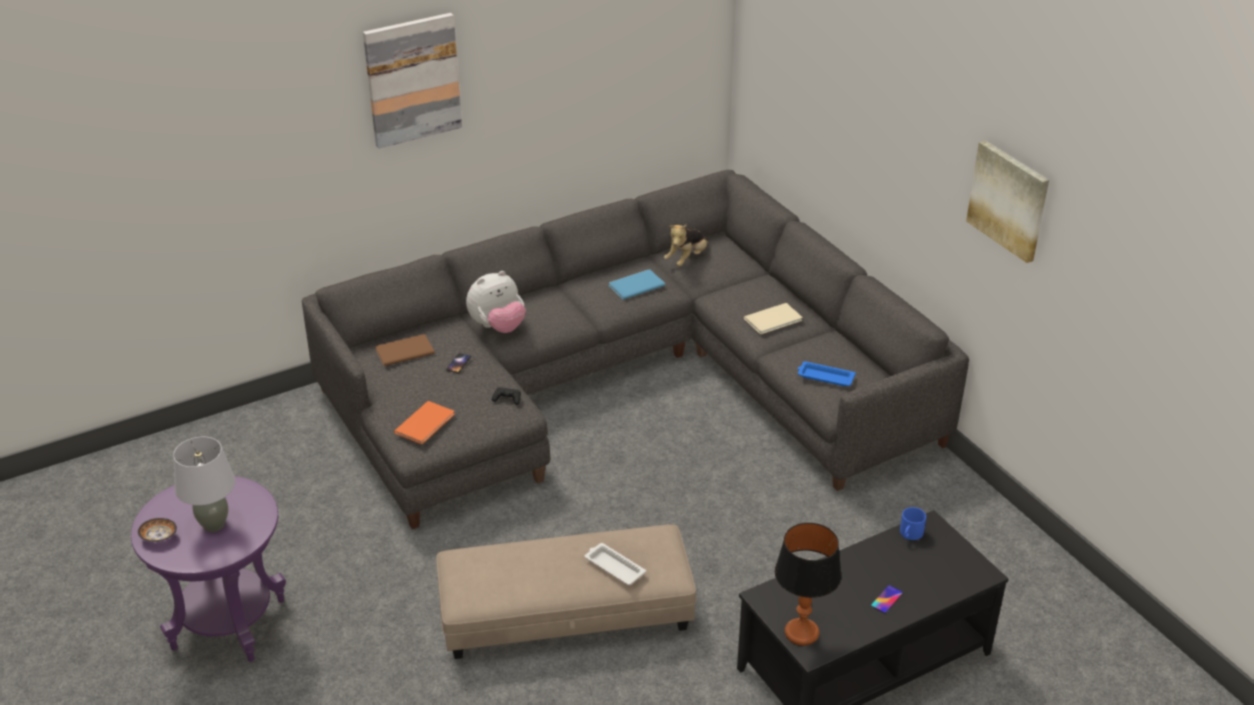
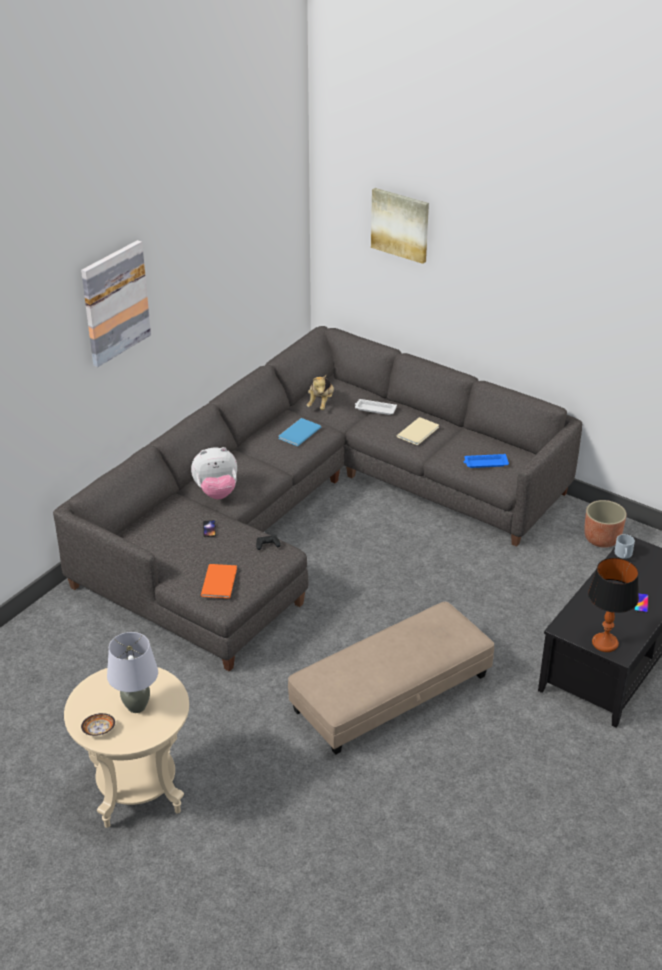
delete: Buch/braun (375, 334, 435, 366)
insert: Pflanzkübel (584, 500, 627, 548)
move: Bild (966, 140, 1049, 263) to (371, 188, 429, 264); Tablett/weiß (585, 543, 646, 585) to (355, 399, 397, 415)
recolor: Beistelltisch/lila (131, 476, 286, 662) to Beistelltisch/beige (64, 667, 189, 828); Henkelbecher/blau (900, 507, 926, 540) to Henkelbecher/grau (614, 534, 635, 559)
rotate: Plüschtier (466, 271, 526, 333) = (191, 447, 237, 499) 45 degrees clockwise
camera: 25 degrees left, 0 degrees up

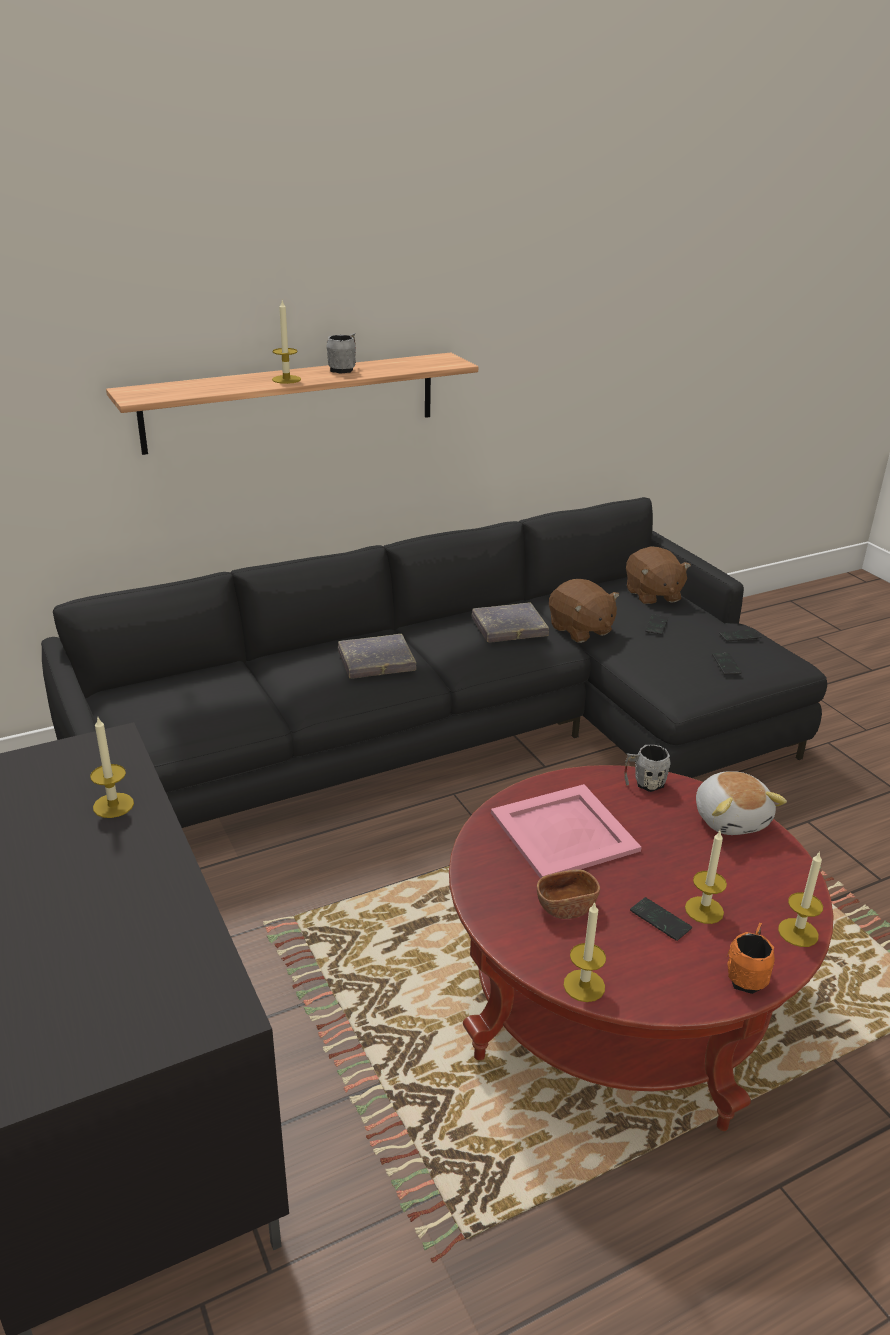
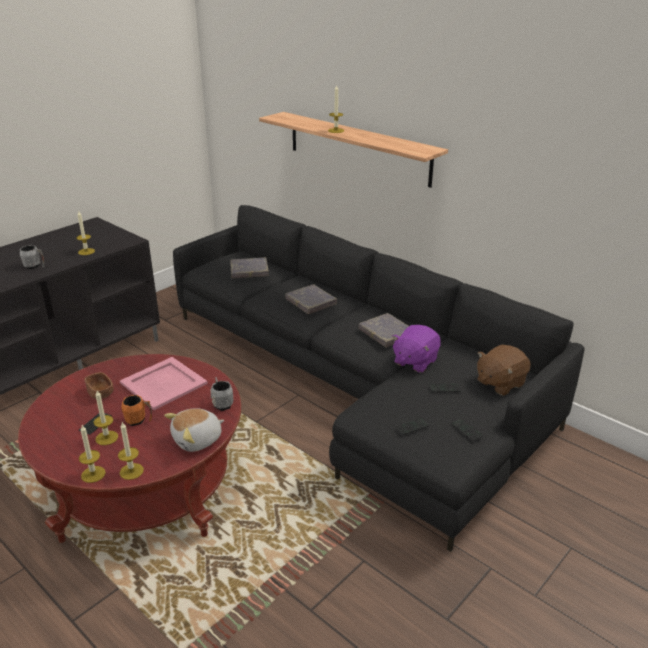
insert: Buch/grau (230, 257, 269, 278)
move: Henkelbecher/grau (326, 333, 356, 373) to (20, 245, 44, 269); Kerze (563, 902, 606, 1002) to (118, 422, 144, 480); Henkelbecher/orange (726, 923, 775, 994) to (121, 395, 152, 426)
recolor: Plüschtier/braun (549, 579, 620, 643) to Plüschtier/lila (392, 325, 441, 373)
camera: 70 degrees right, 0 degrees up

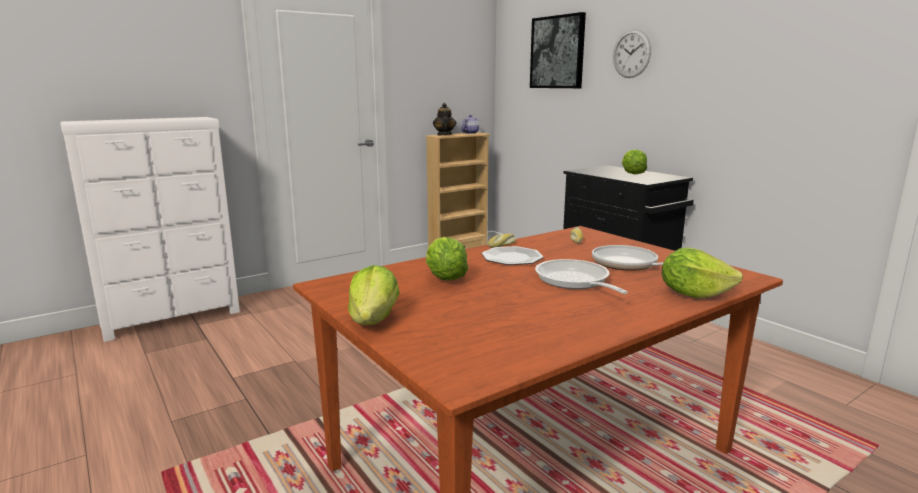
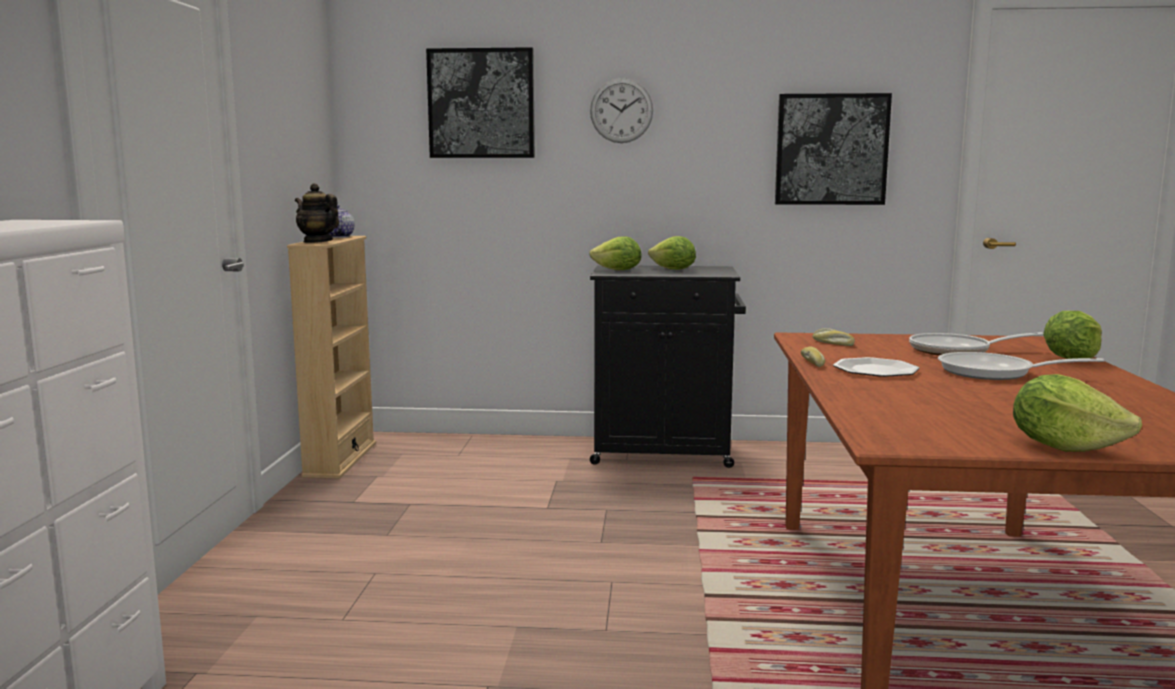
insert: Bild (775, 93, 892, 205)
move: Salatkopf (426, 237, 468, 281) to (590, 236, 641, 270)
camera: 50 degrees left, 5 degrees down

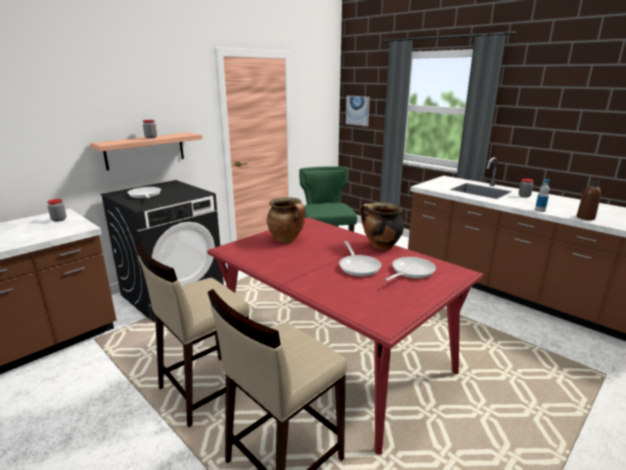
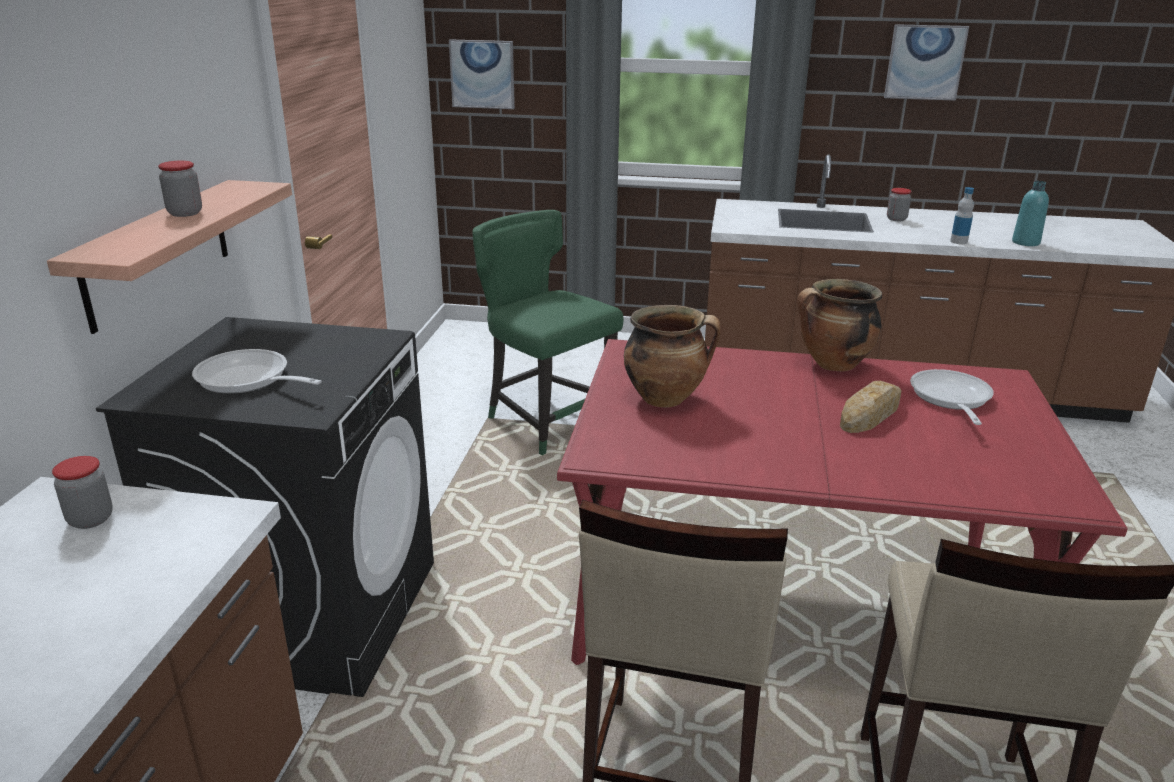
insert: Bild (884, 24, 969, 101)
replace: Pfanne (339, 241, 382, 276) to Brot (840, 381, 902, 433)
recolor: Flasche/braun (577, 180, 601, 220) to Flasche/türkis (1012, 181, 1049, 246)
camera: 35 degrees left, 5 degrees up

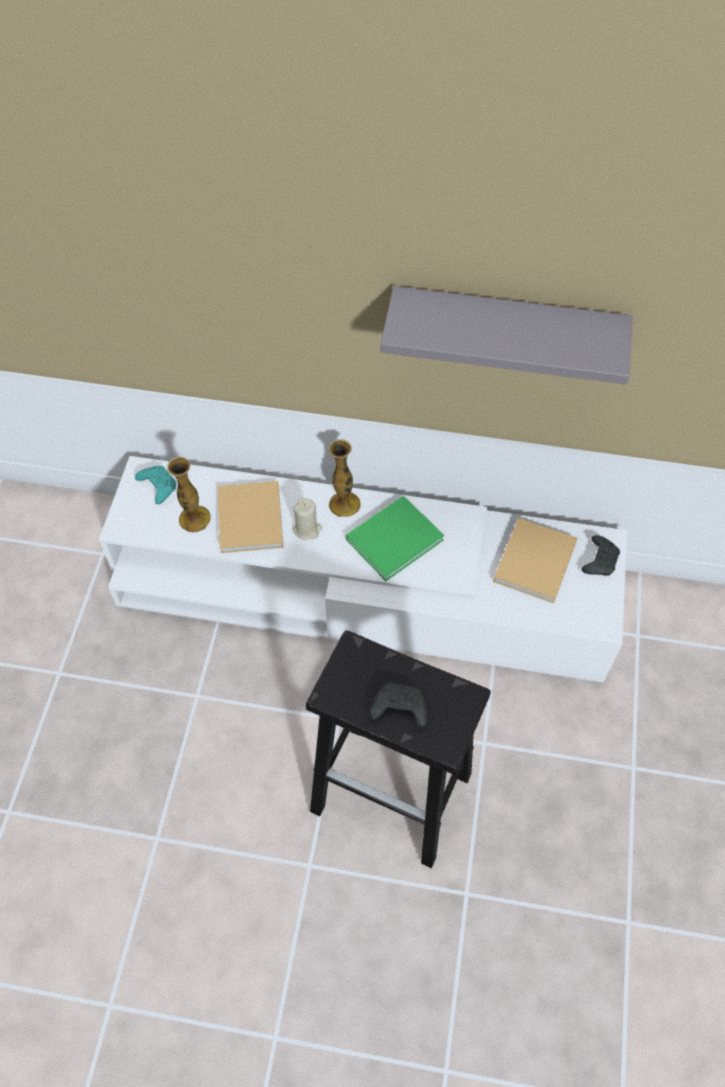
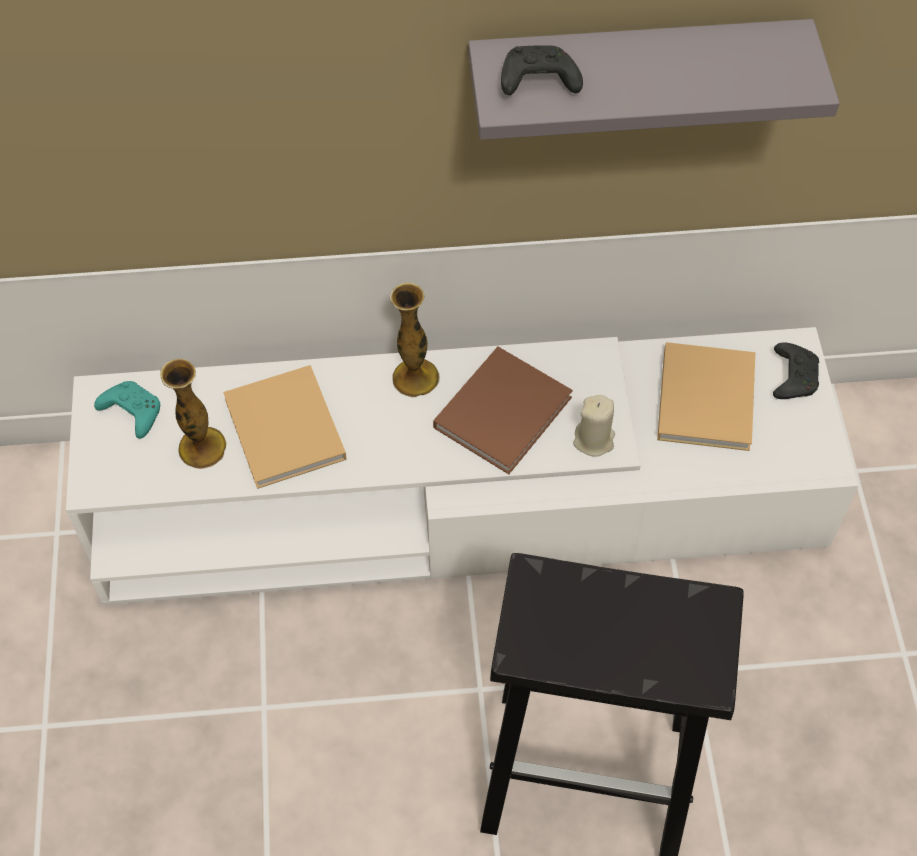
move: Kerze/beige (292, 499, 322, 540) to (573, 395, 615, 457); Gamepad/schwarz (370, 683, 427, 727) to (501, 45, 583, 95)
recolor: Buch/grün (346, 496, 444, 581) to Buch/braun (433, 347, 573, 474)
camera: 15 degrees left, 0 degrees up

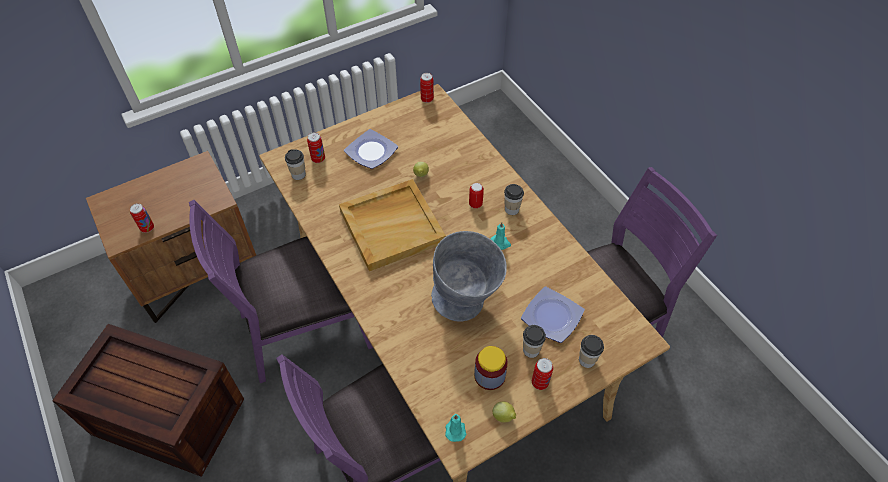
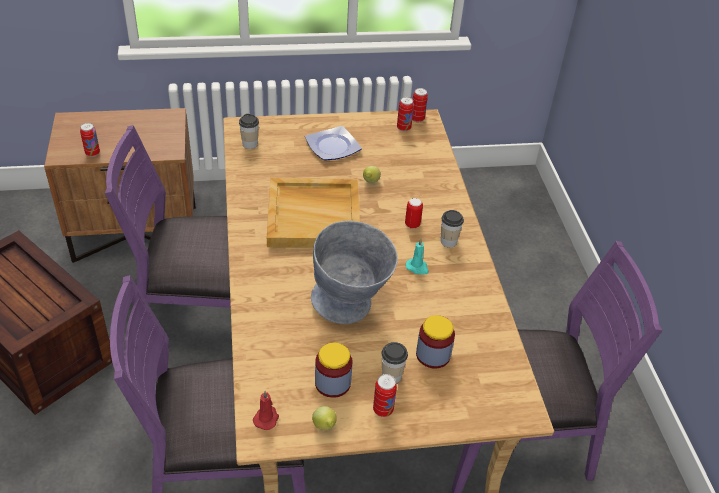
delete: Tasse (579, 335, 604, 368)
move: Dose (307, 132, 325, 163) to (397, 97, 414, 132)
replace: Teller (521, 286, 585, 343) to Vorratsglas (416, 315, 455, 368)
recolor: Kerze/türkis (445, 414, 467, 442) to Kerze/rot (253, 391, 279, 430)
camera: 20 degrees right, 10 degrees down

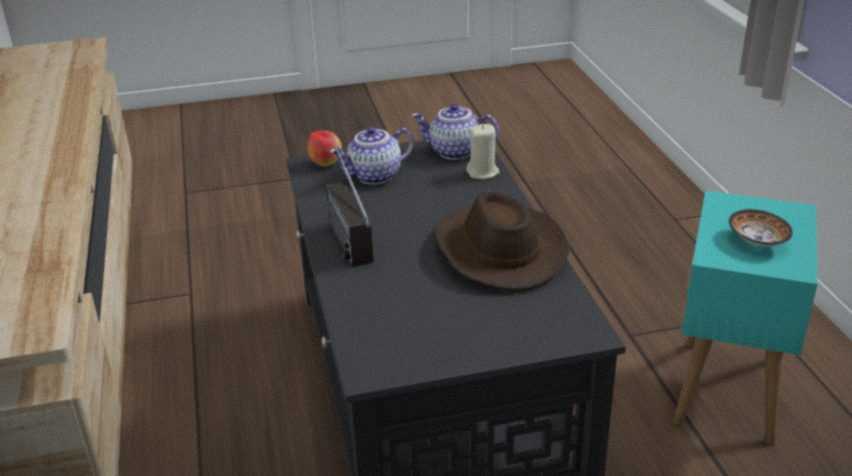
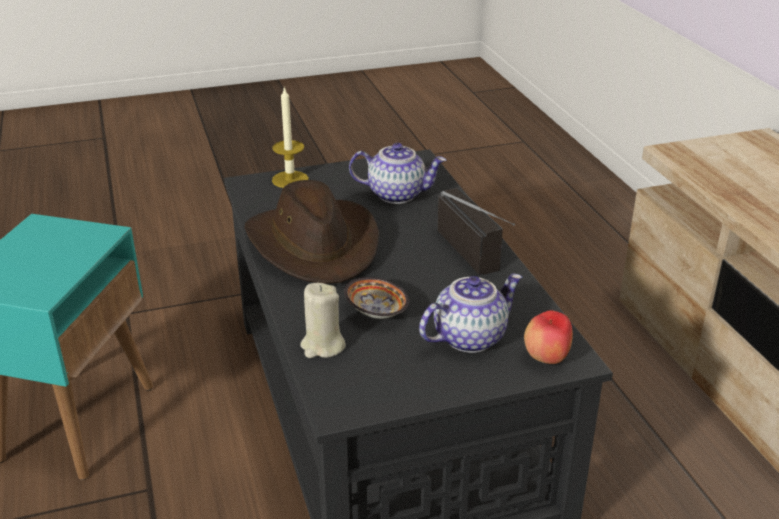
insert: Kerze (272, 86, 309, 188)
move: Teekanne (412, 104, 499, 160) to (349, 143, 446, 204); Schüssel (729, 209, 793, 247) to (344, 277, 409, 319)
camera: 175 degrees right, 0 degrees up

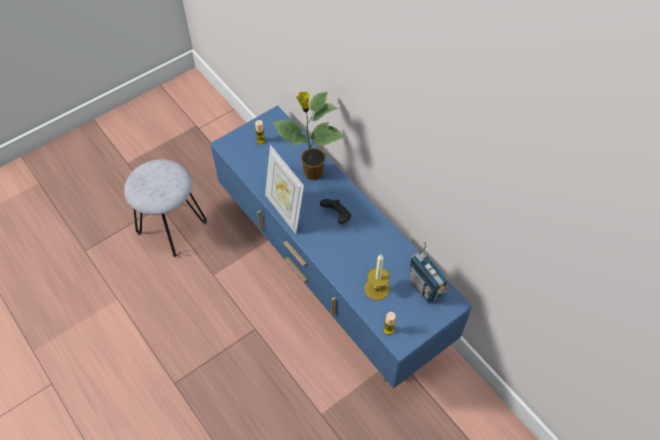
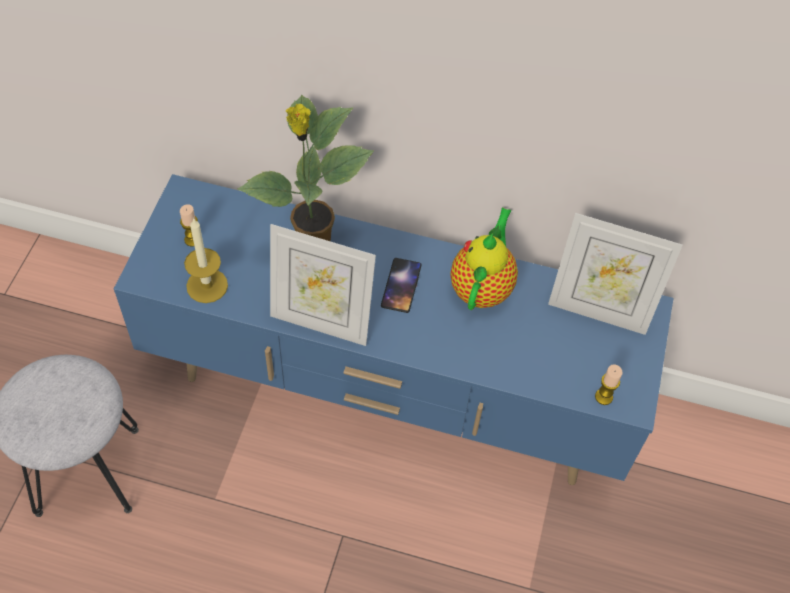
insert: Teekanne (451, 207, 518, 310)
move: Kerze (364, 255, 389, 300) to (184, 218, 228, 303)
replace: Gamepad/schwarz (320, 199, 351, 224) to Handy (381, 258, 422, 313); Radio (409, 241, 449, 303) to Bilderrahmen (548, 213, 683, 335)
camera: 40 degrees left, 0 degrees up

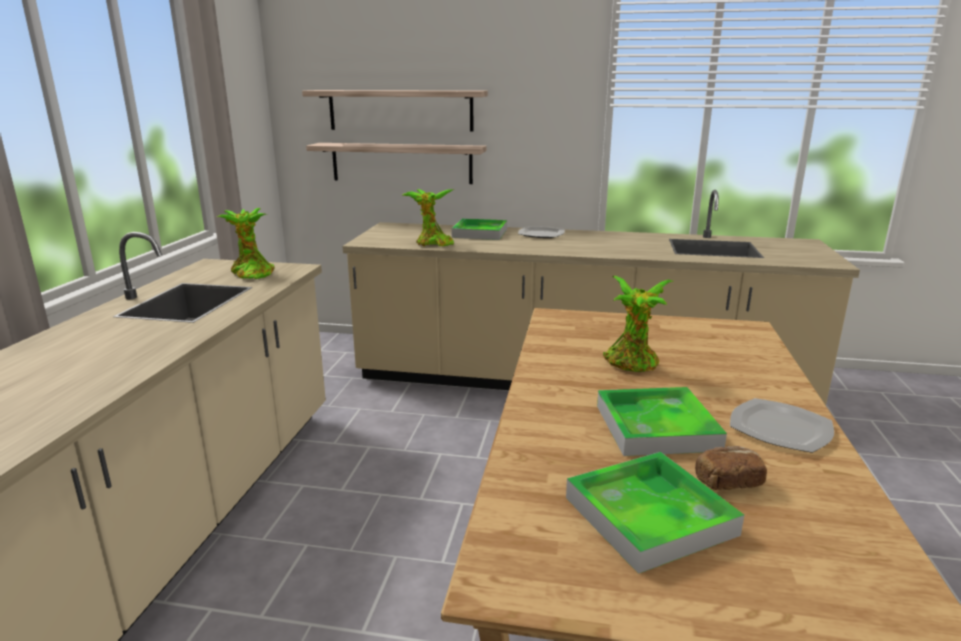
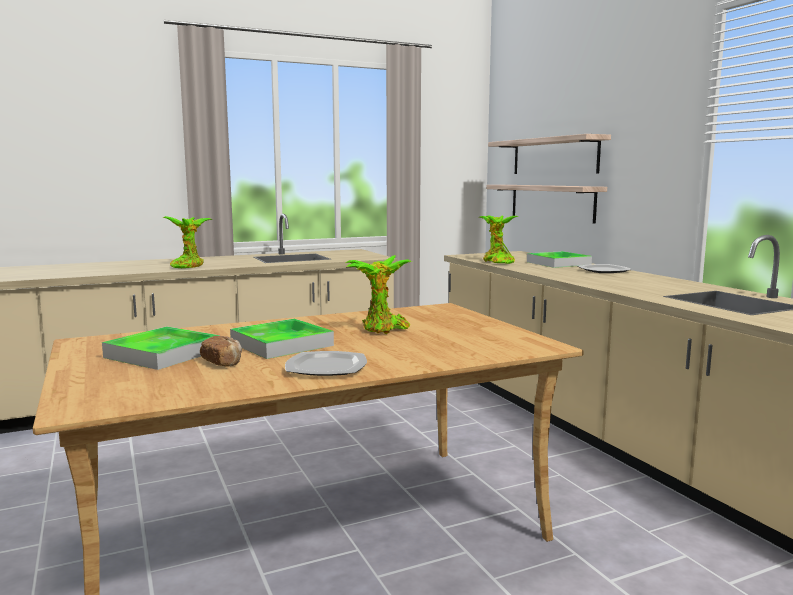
move: Topfpflanze (217, 208, 275, 279) to (162, 216, 213, 268)
camera: 55 degrees right, 10 degrees down

